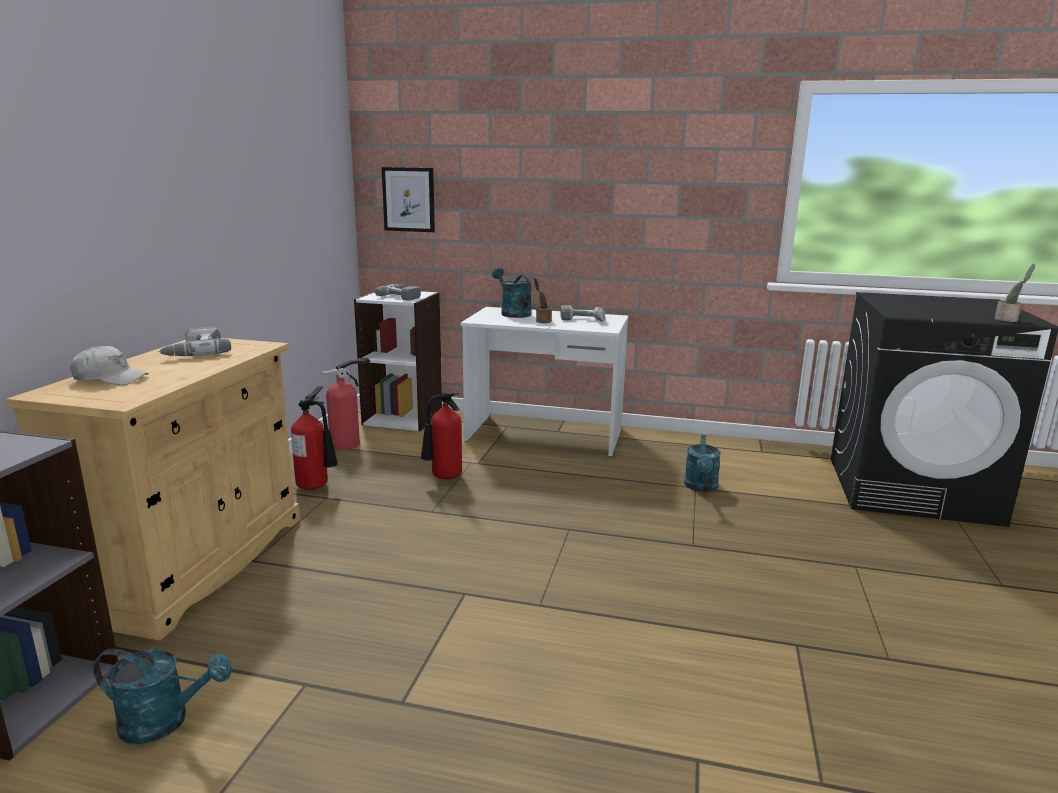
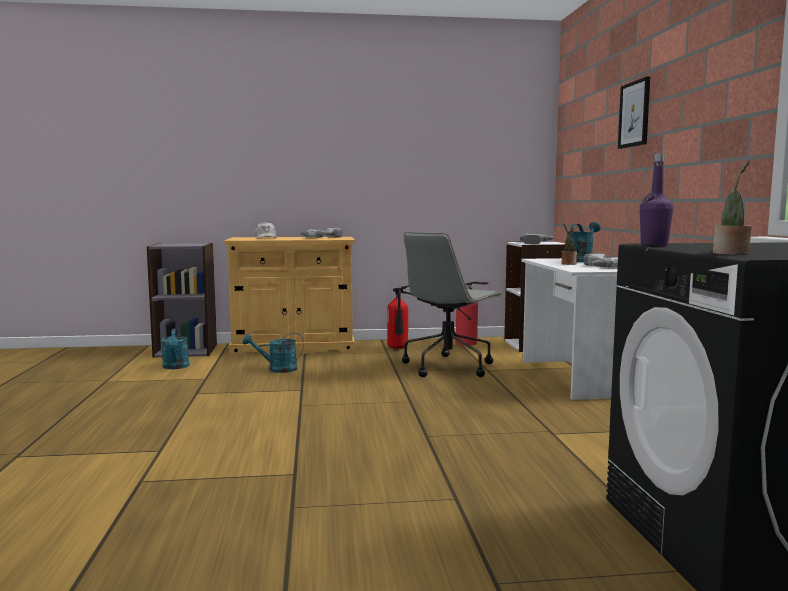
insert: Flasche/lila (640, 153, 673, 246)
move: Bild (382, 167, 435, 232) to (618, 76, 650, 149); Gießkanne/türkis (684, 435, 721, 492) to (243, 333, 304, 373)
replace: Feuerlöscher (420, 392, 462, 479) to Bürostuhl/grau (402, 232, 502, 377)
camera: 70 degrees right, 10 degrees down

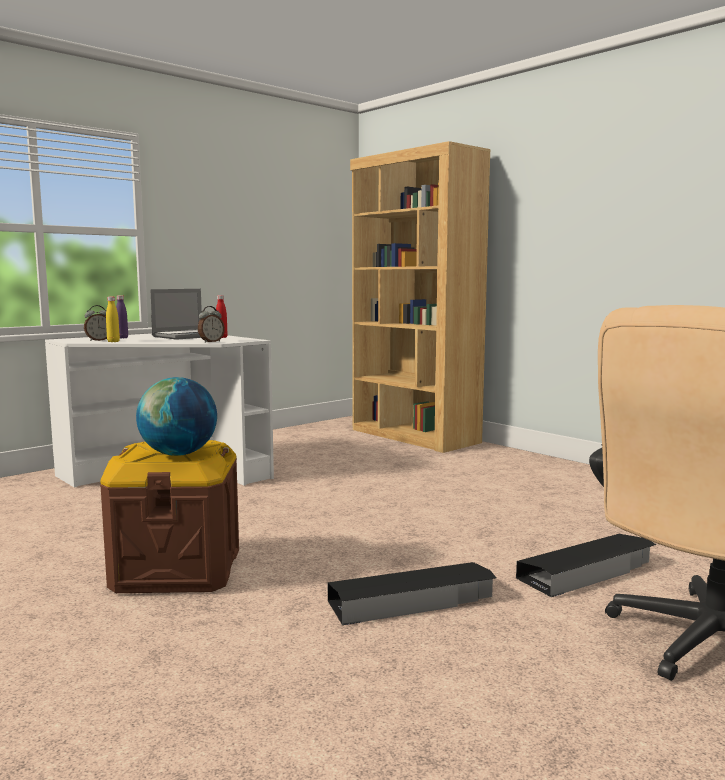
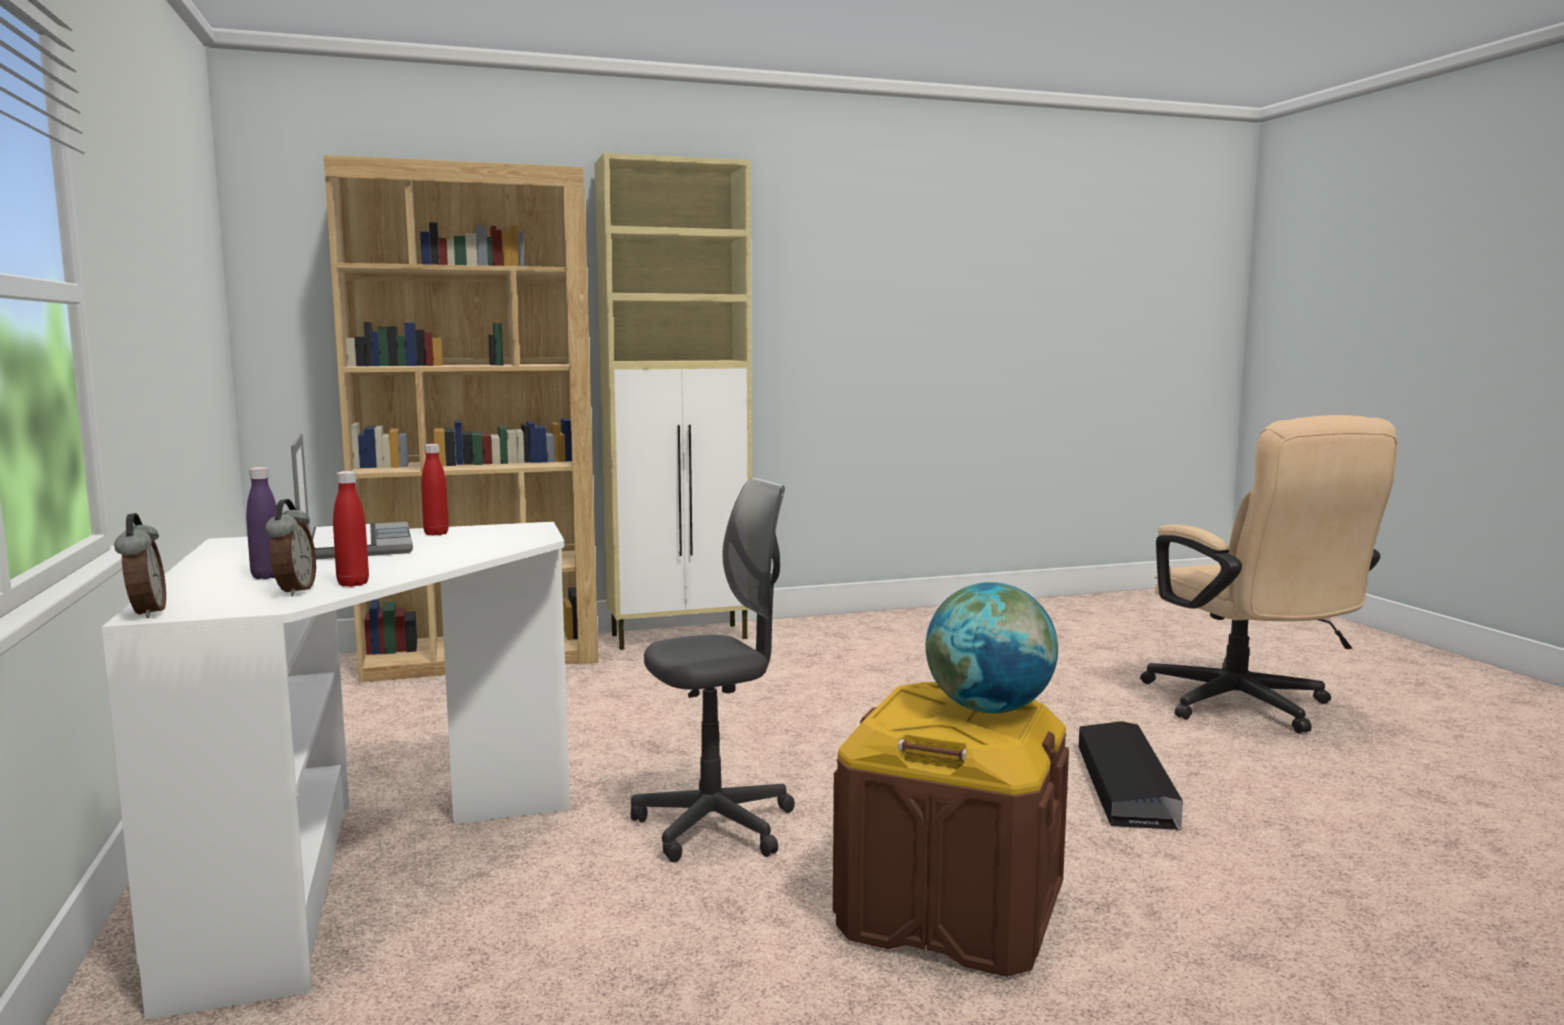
delete: Aufbewahrungsbox/schwarz (516, 534, 657, 597)
insert: Schrank/beige (594, 153, 752, 650); Bürostuhl/grau (631, 478, 795, 862)
move: Wecker (198, 306, 225, 343) to (114, 513, 166, 618)
recolor: Flasche/gelb (106, 297, 120, 342) to Flasche/rot (333, 471, 369, 587)
camera: 65 degrees left, 0 degrees up

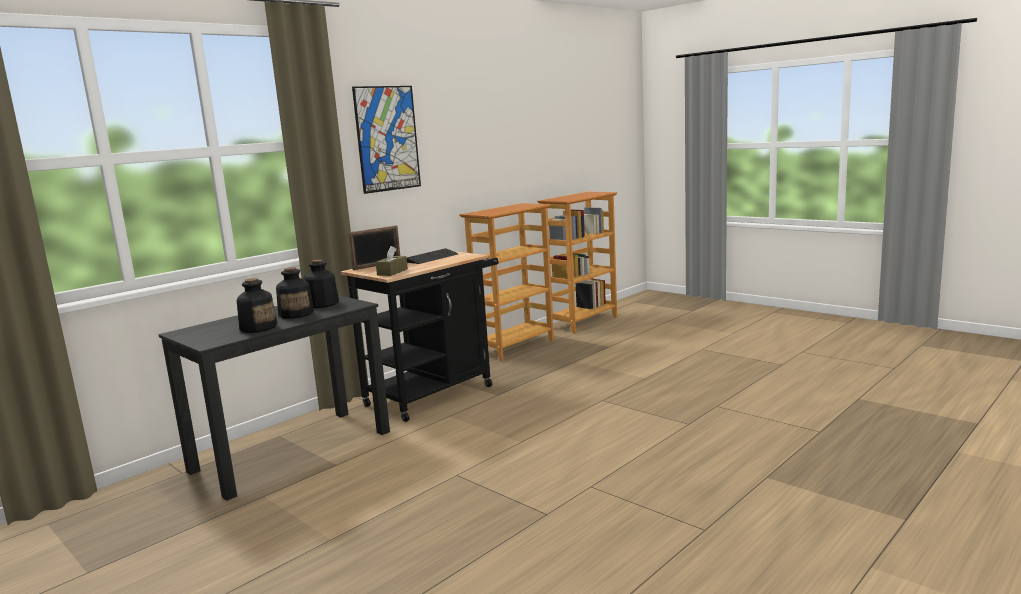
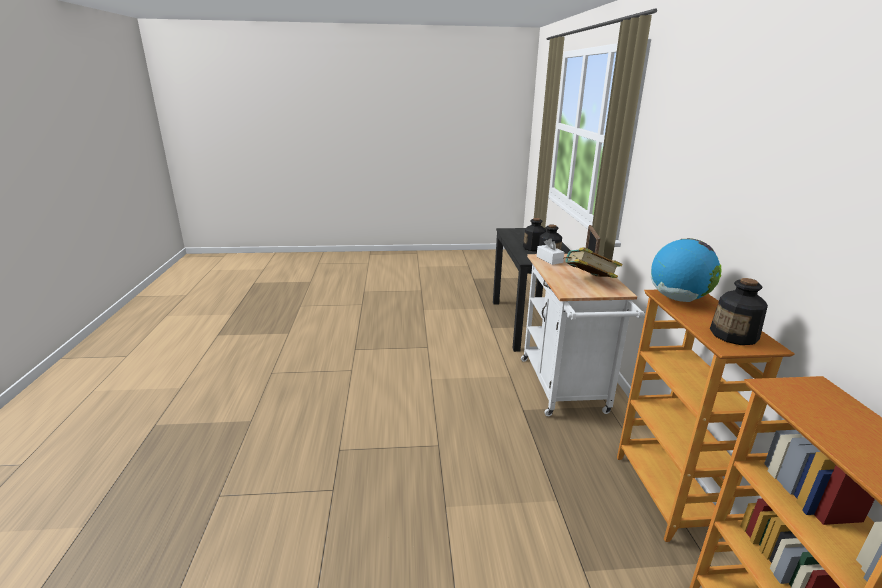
delete: Bild (352, 86, 421, 194)
insert: Globus (651, 238, 721, 302)
move: Flasche (237, 278, 277, 333) to (710, 278, 768, 345)
replace: Tastatur (407, 248, 458, 264) to Buch (563, 247, 623, 278)
recolor: Taschentuchbox/braun (376, 246, 408, 276) to Taschentuchbox/weiß (537, 238, 564, 265); Rollwagen/schwarz (341, 251, 499, 422) to Rollwagen/weiß (521, 254, 644, 416)
camera: 130 degrees right, 10 degrees up

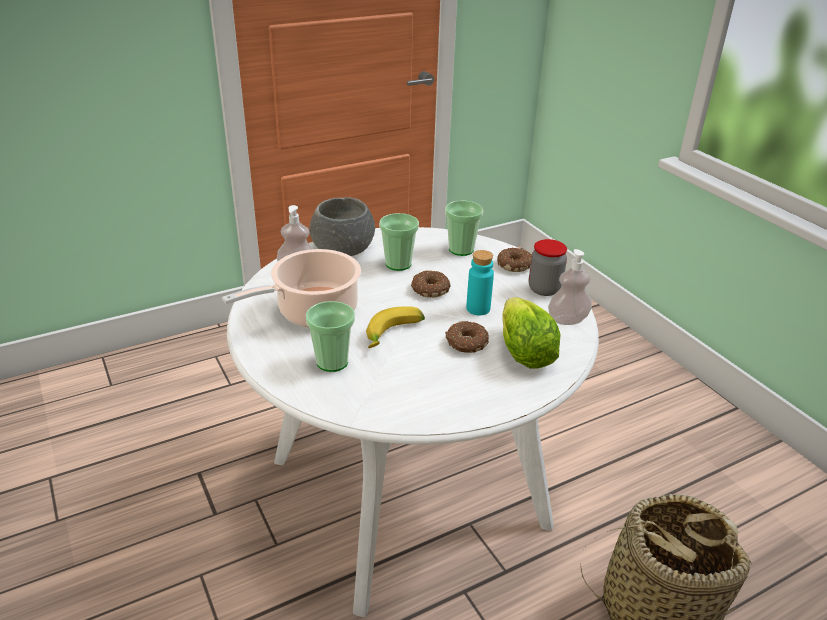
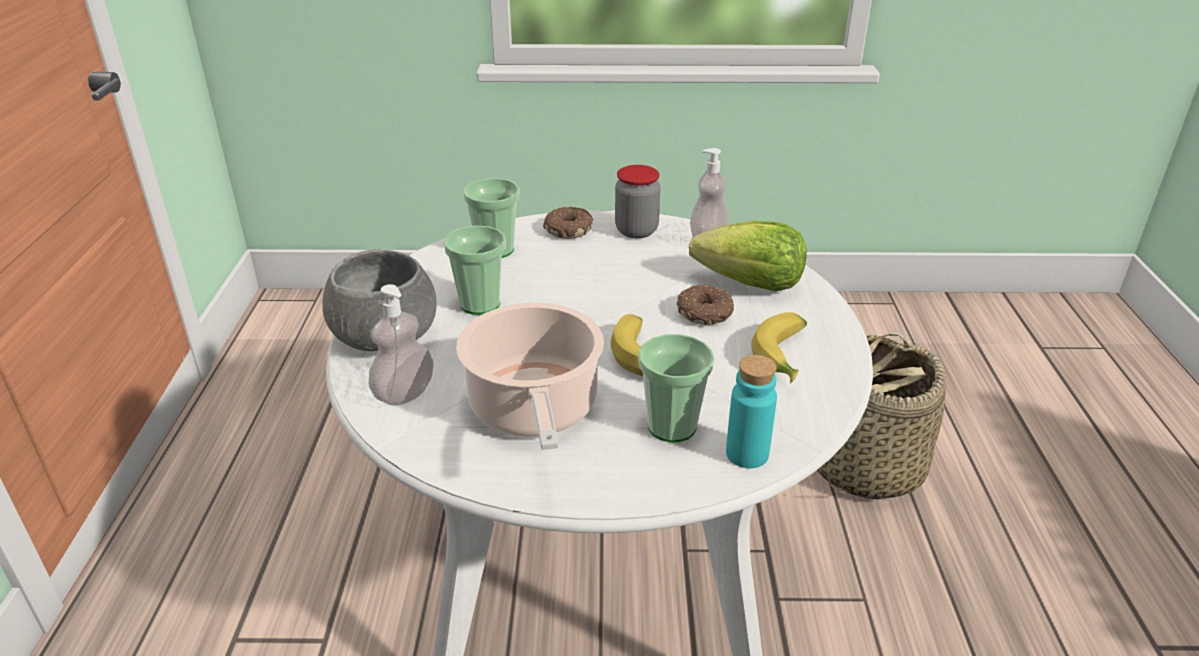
delete: Donut (411, 270, 450, 298)
insert: Banane (751, 312, 807, 384)
move: Flasche/türkis (466, 250, 494, 315) to (726, 355, 777, 468)
camera: 60 degrees left, 0 degrees up

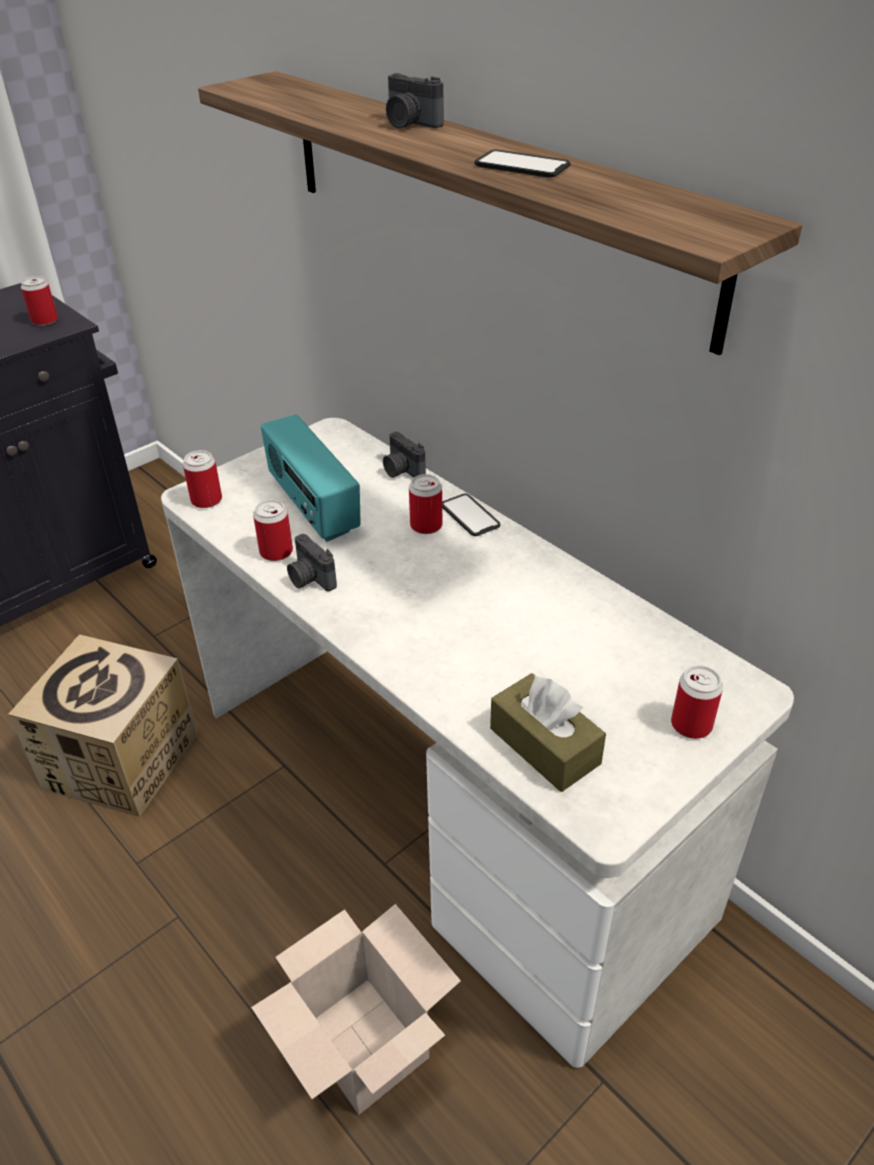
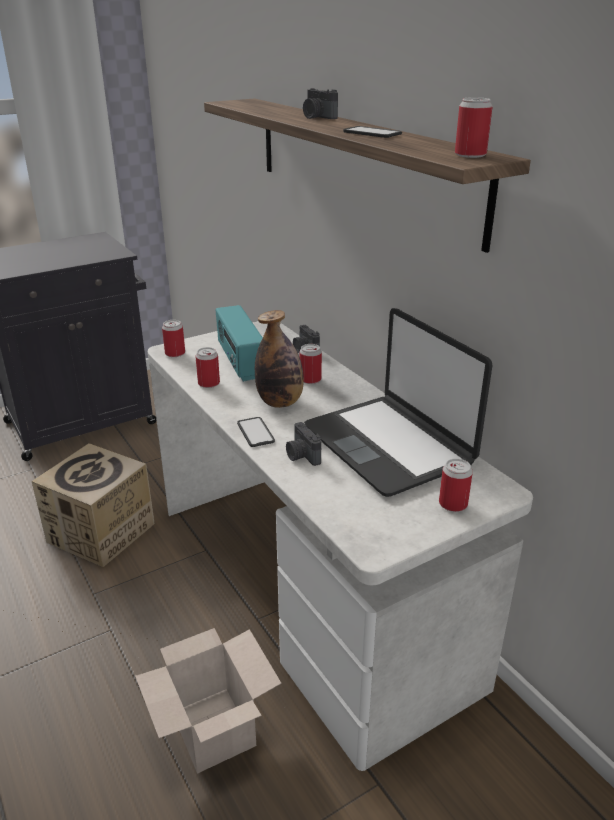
delete: Taschentuchbox/braun (490, 673, 606, 792)
insert: Laptop (304, 308, 493, 497); Flasche (255, 310, 304, 408)
move: Dose (21, 276, 58, 326) to (455, 97, 493, 158); Handy (442, 494, 500, 536) to (237, 417, 275, 447); Kamera (287, 534, 337, 591) to (286, 422, 321, 466)
camera: 10 degrees right, 10 degrees down

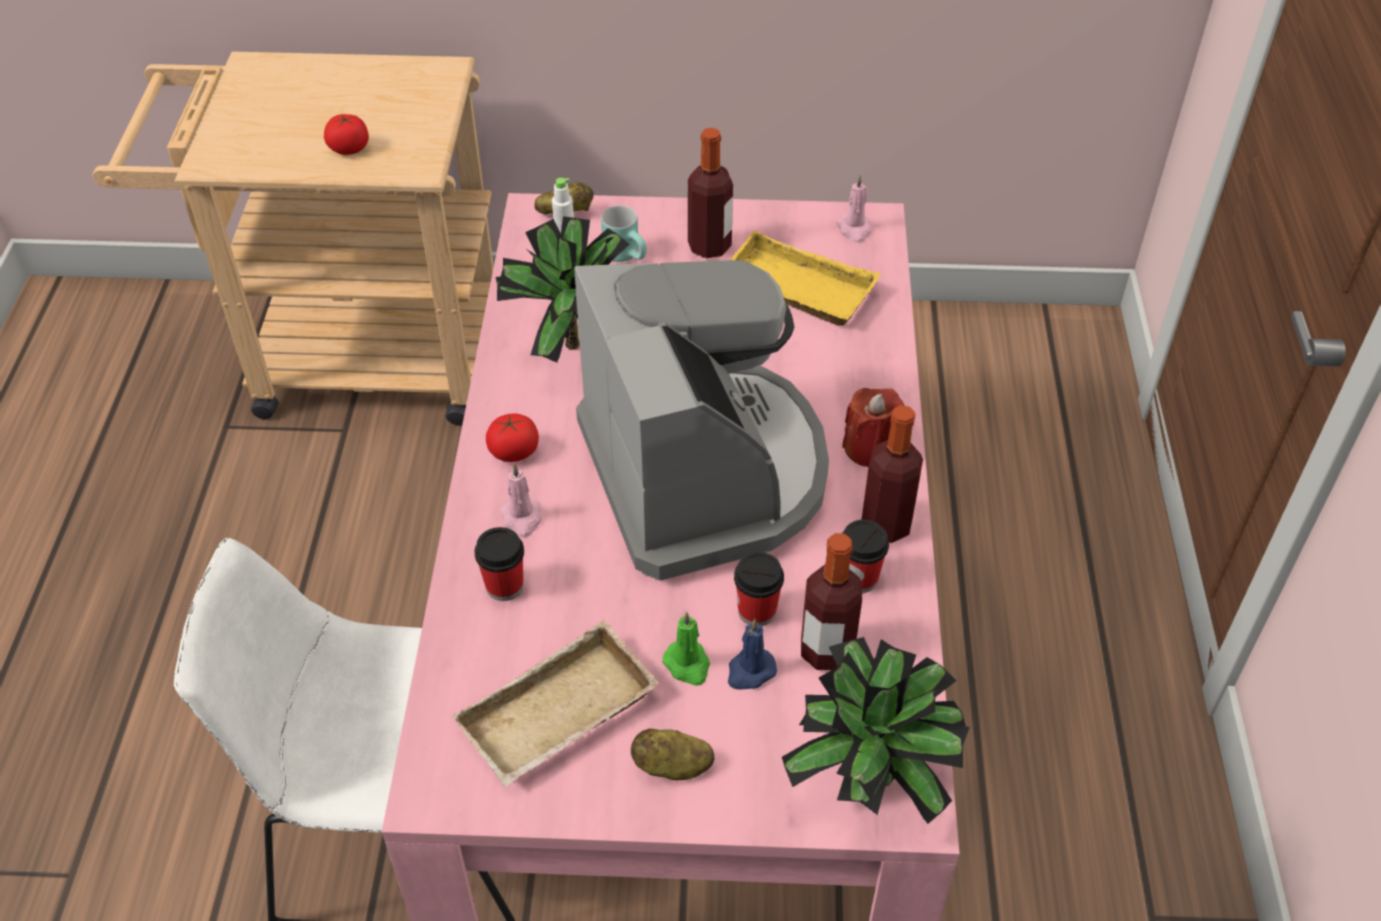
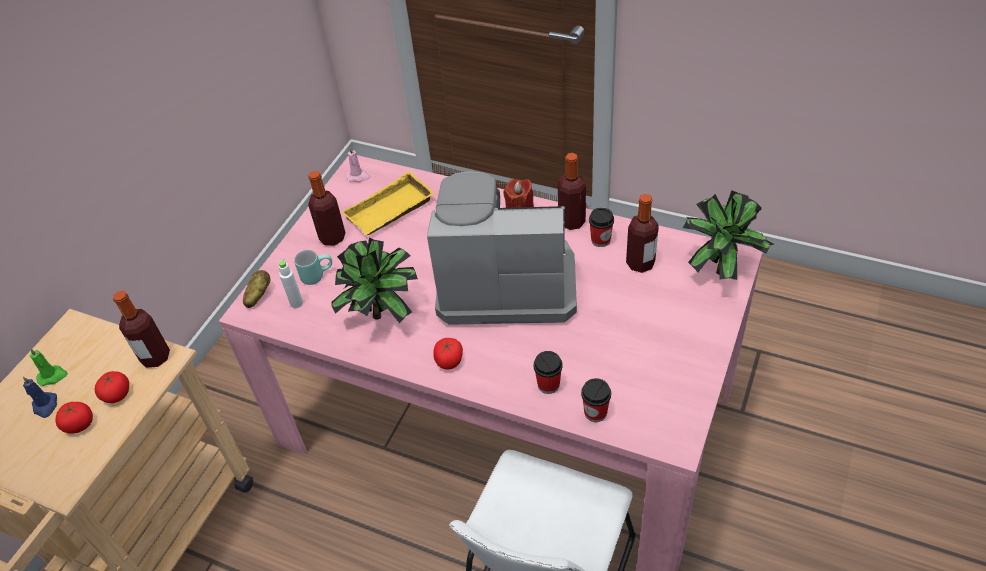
delete: Kerze/rosa (500, 464, 541, 537); Tablett/beige (452, 620, 660, 787); Kartoffel (631, 729, 715, 780)
insert: Flasche (113, 291, 170, 368); Tomate (56, 402, 93, 433)
move: Tasse (734, 552, 784, 626) to (581, 378, 611, 422); Kerze/grün (662, 612, 710, 686) to (29, 348, 68, 386); Kerze/blau (728, 619, 777, 690) to (23, 377, 57, 418)
camera: 65 degrees left, 0 degrees up

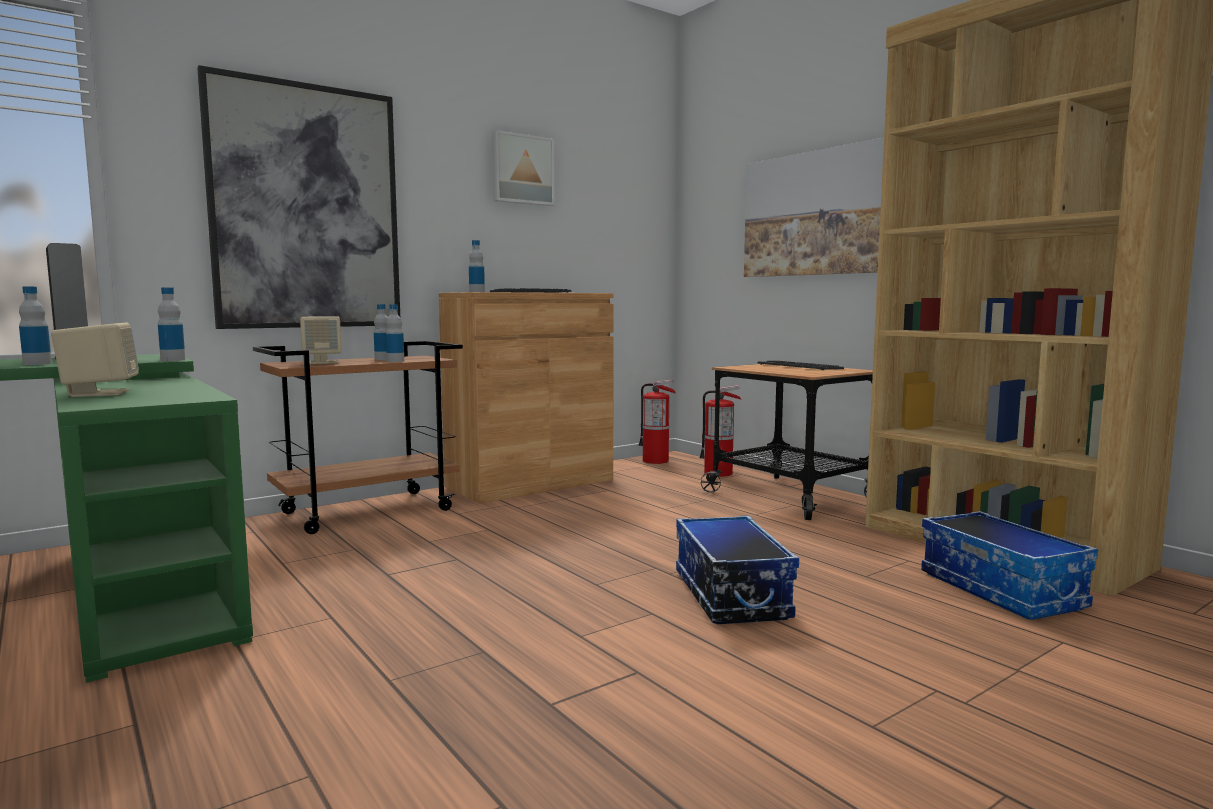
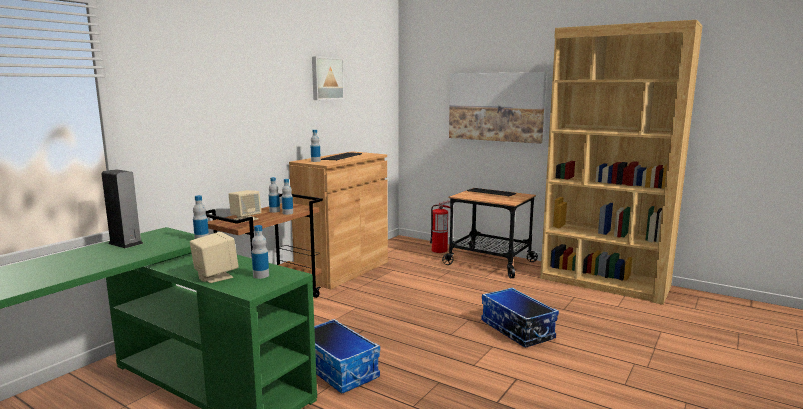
delete: Bild (197, 65, 400, 329); Feuerlöscher (639, 379, 676, 464)
move: Flasche (19, 287, 52, 365) to (252, 225, 269, 279); Aufbewahrungsbox (921, 511, 1098, 620) to (314, 319, 380, 394)
camera: 20 degrees left, 5 degrees up

